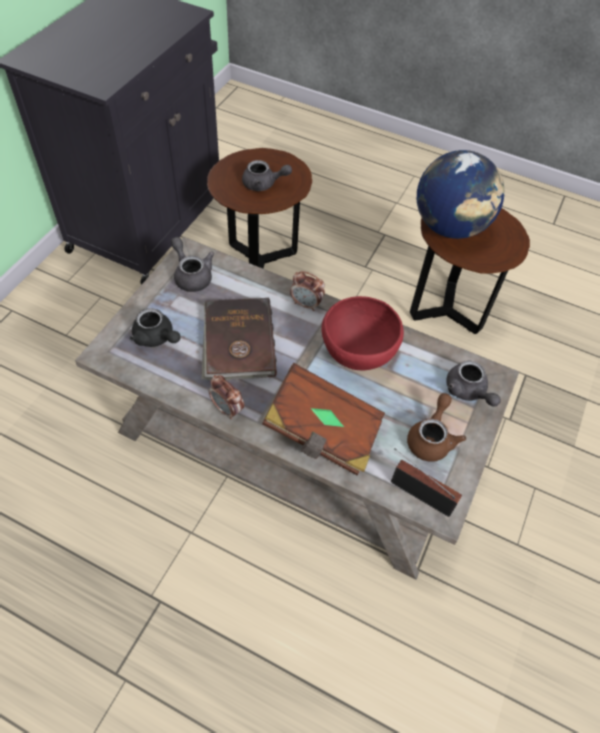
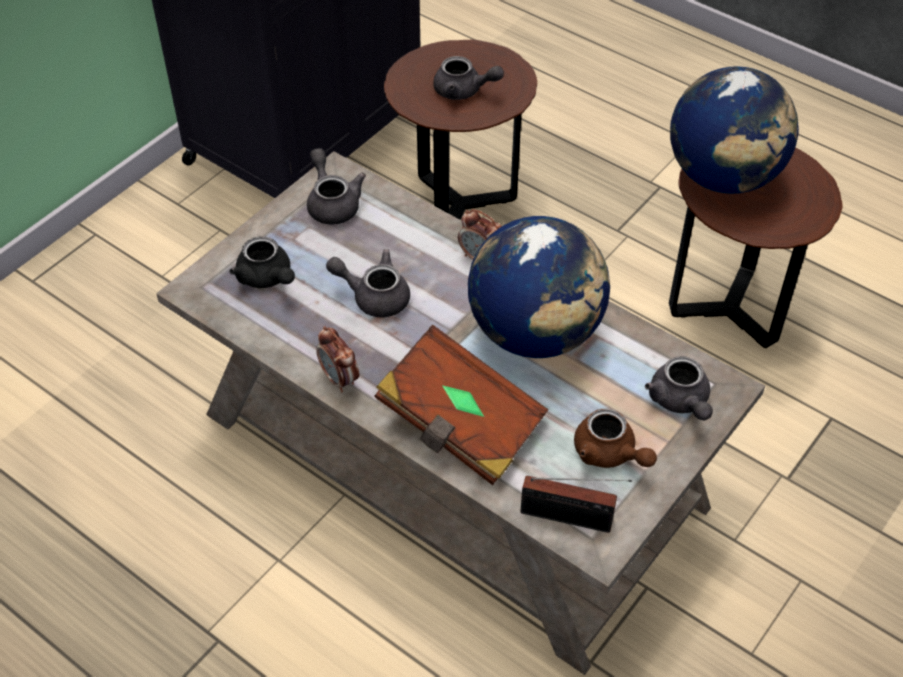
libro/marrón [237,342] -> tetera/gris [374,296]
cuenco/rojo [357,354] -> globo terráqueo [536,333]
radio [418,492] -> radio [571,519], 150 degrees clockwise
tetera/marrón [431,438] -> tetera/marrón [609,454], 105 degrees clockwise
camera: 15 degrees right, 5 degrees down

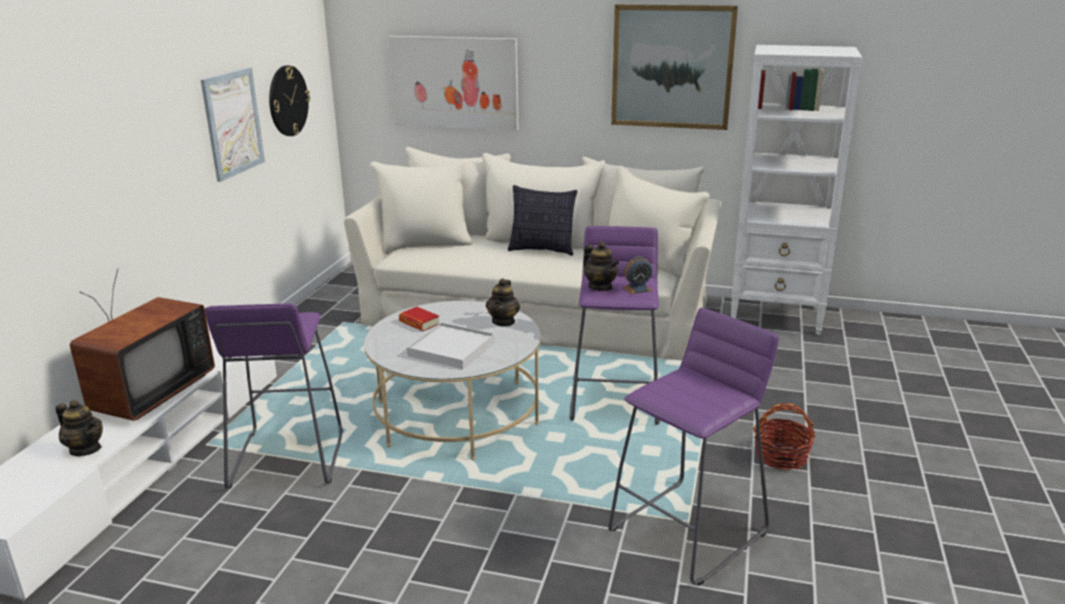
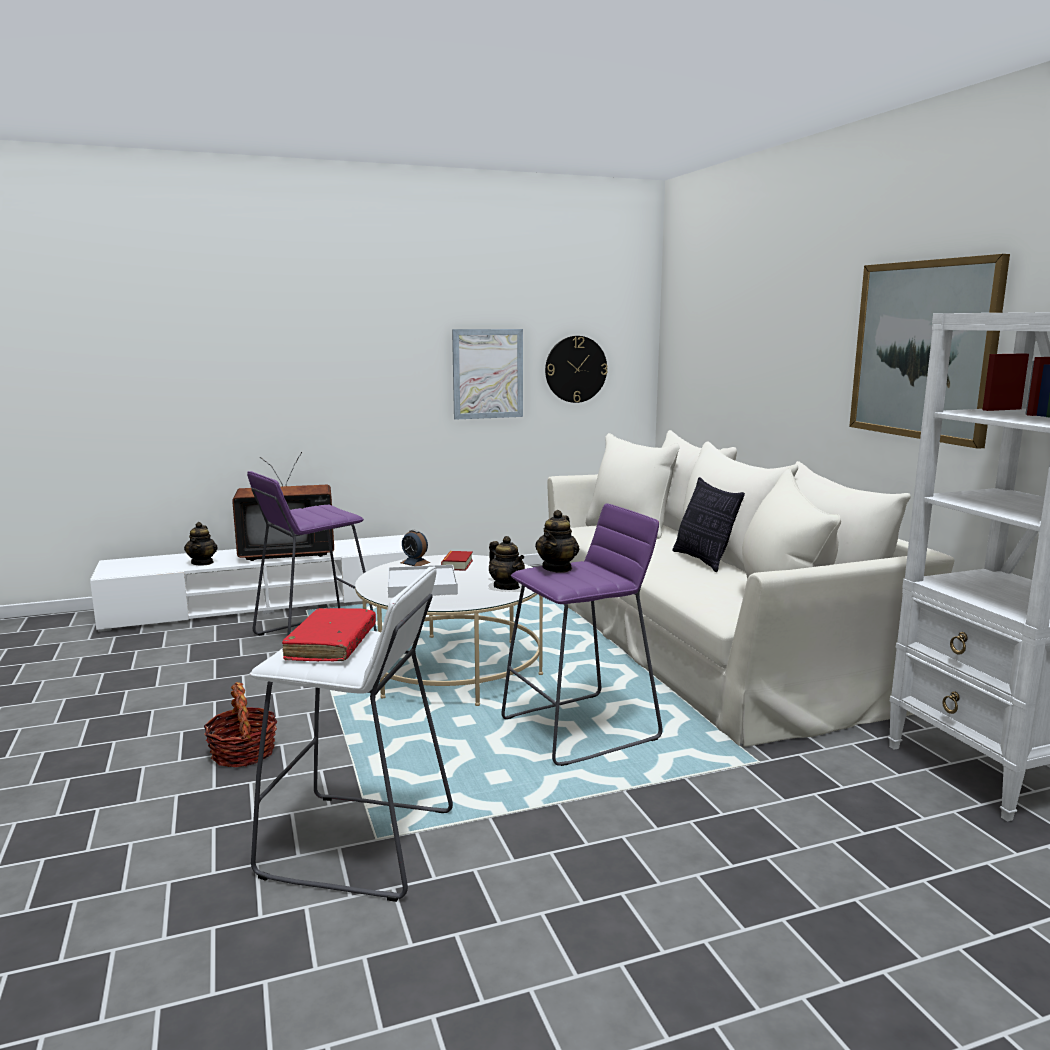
cuadro [454,82] -> none
tetera [503,321] -> tetera [506,586], 105 degrees counterclockwise
taburete/morado [689,531] -> taburete/blanco [359,845]
despertador [637,289] -> despertador [415,562], moved
cesta [781,456] -> cesta [243,753], moved
none -> libro/rojo [331,645]
camera: 55 degrees right, 10 degrees down

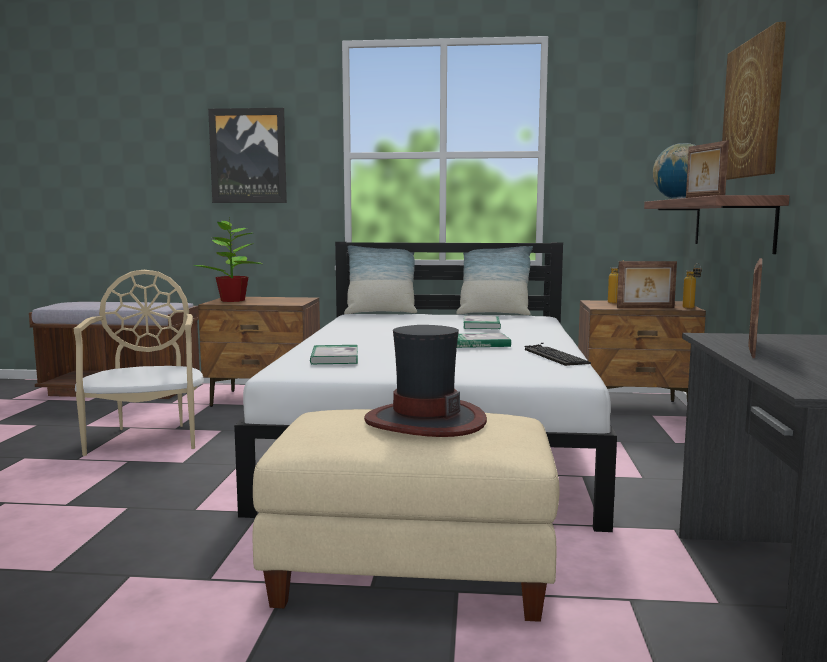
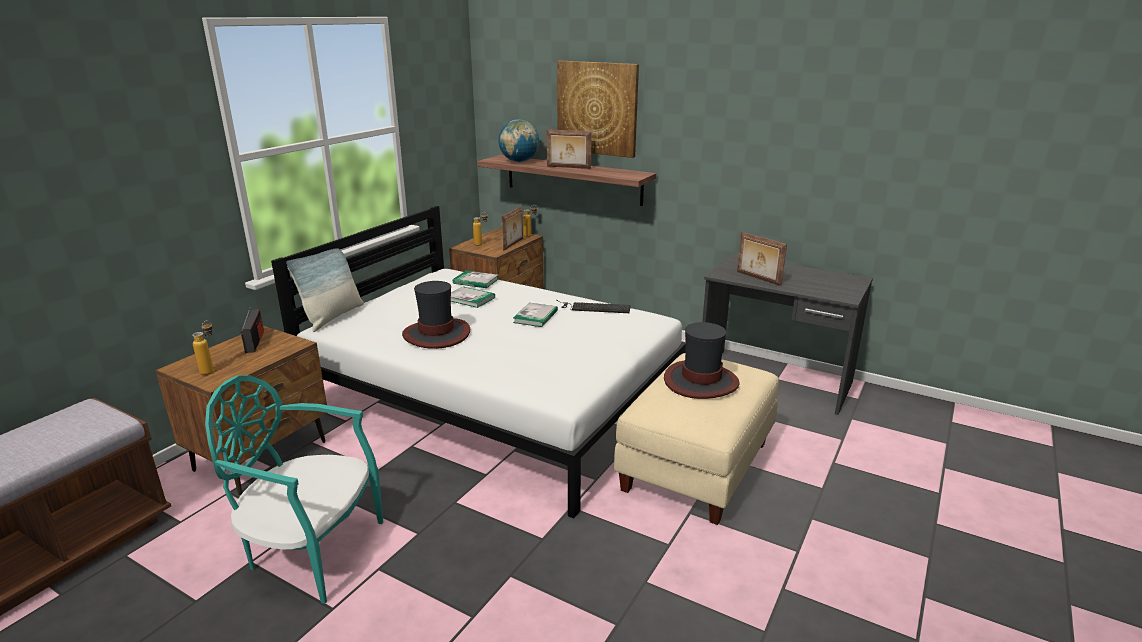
silla/beis [146,438] -> silla/turquesa [312,551]
planta en maceta [232,300] -> botella [211,370]
cuadro [248,156] -> none
libro [334,358] -> libro [476,281], moved
cojín [493,314] -> none
none -> radio [255,341]
none -> sombrero [437,334]
camera: 65 degrees left, 15 degrees up

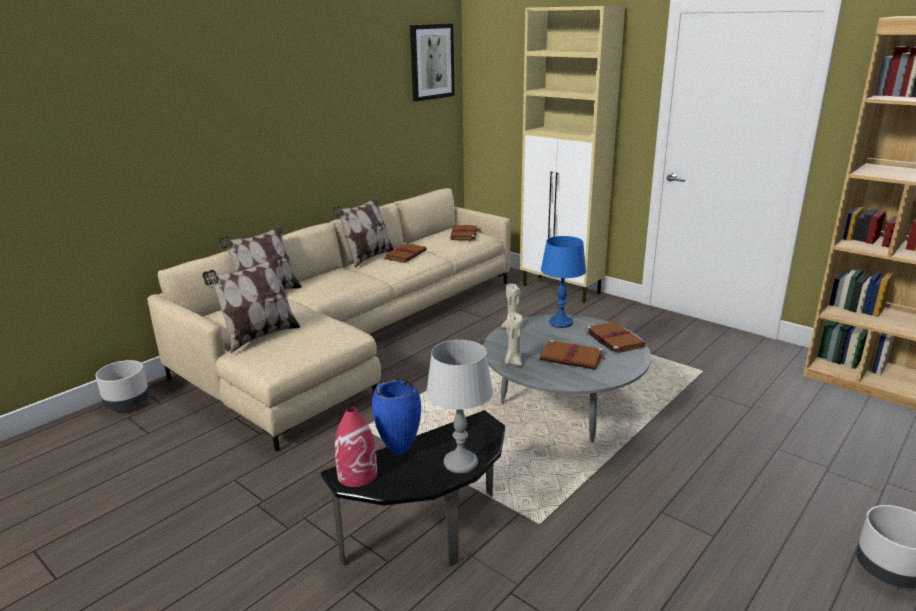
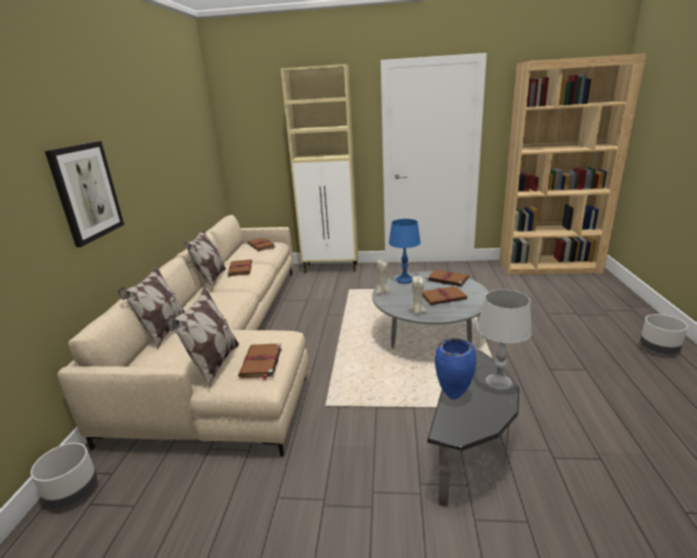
florero/rojo [357,474] -> none
cuadro [431,62] -> cuadro [86,192], moved
none -> libro/marrón [261,363]
camera: 35 degrees left, 0 degrees up

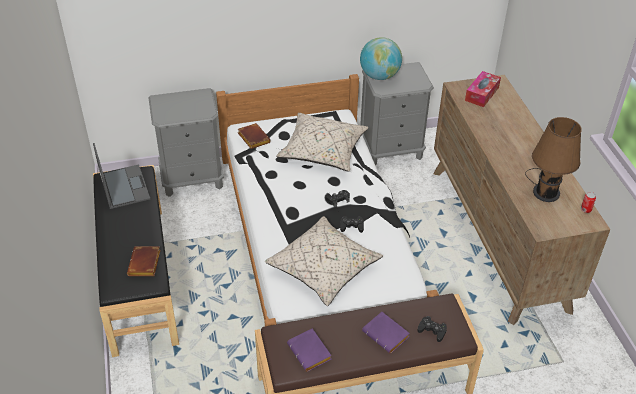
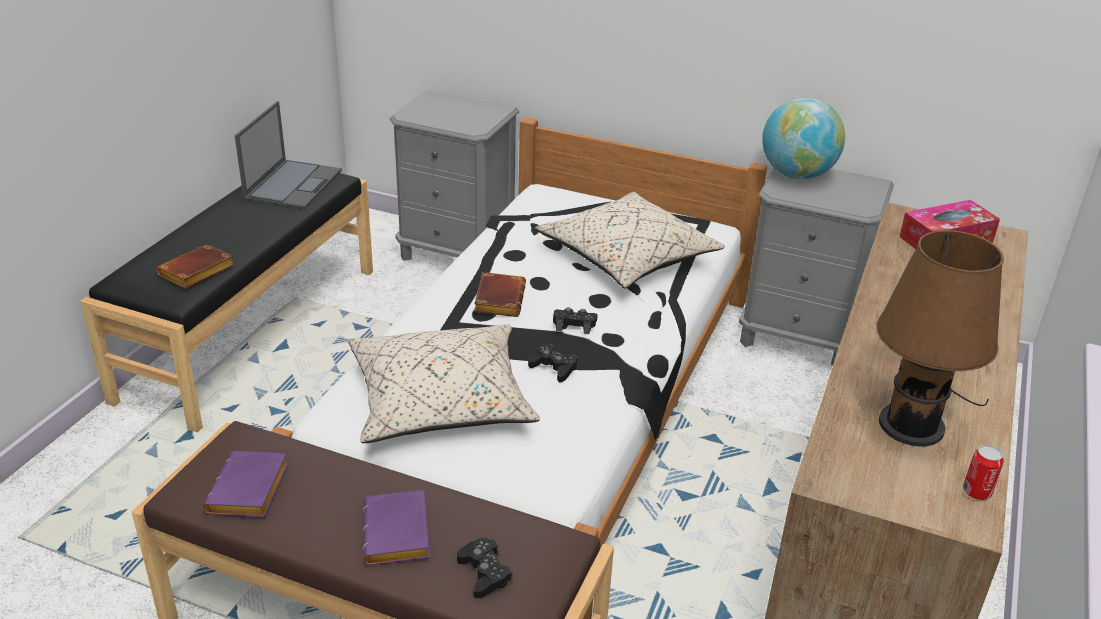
libro/marrón [252,138] -> libro/marrón [498,299], moved
camera: 35 degrees right, 10 degrees down

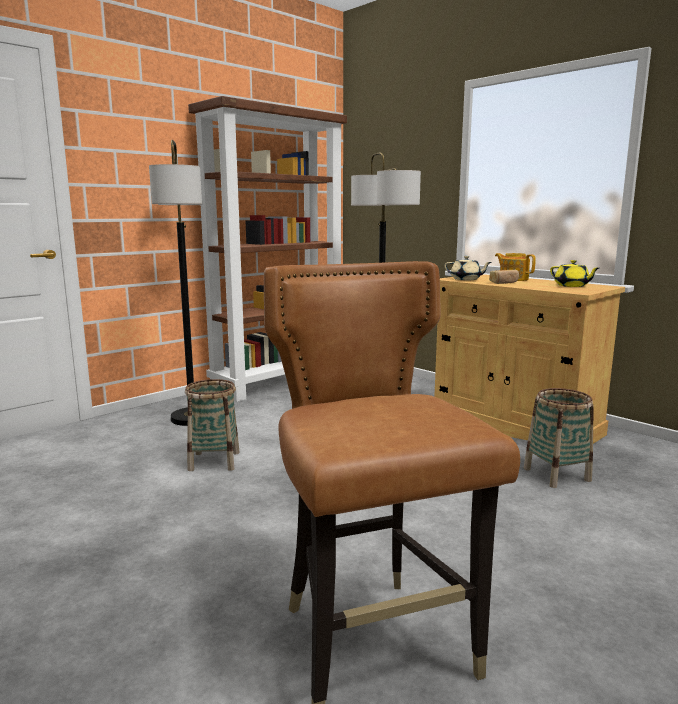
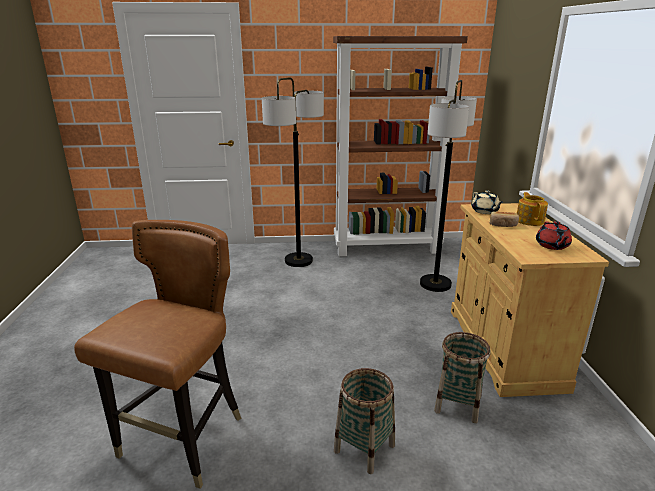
cesta [214,461] -> cesta [364,448], moved
tetera/amarillo [572,286] -> tetera/rojo [552,246]
camera: 40 degrees right, 10 degrees up

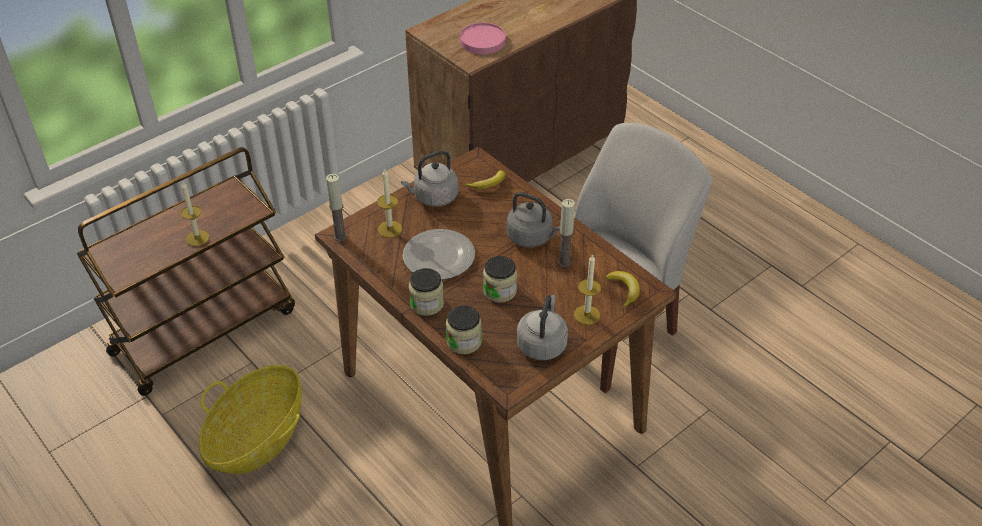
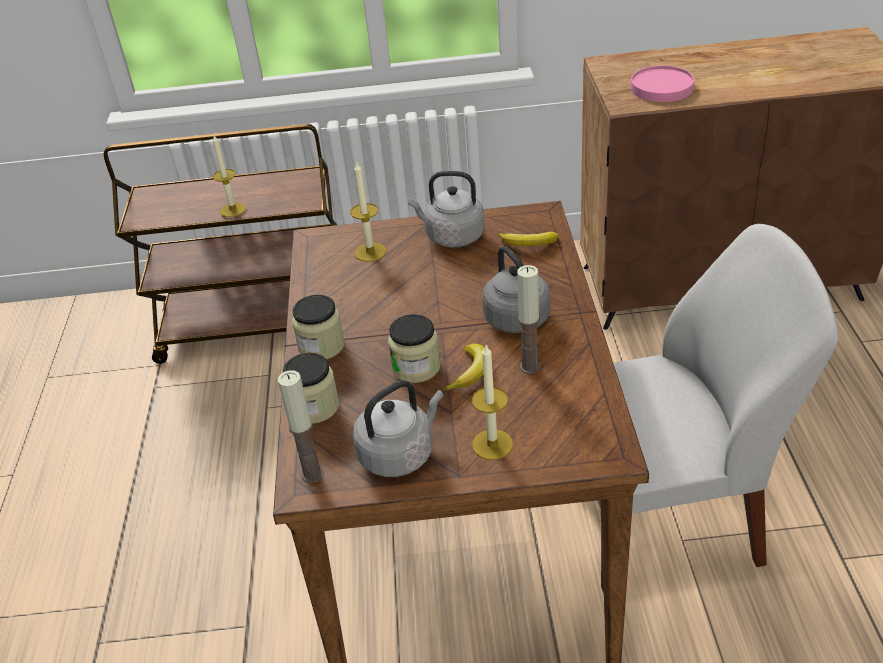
cesta [257,438] -> none
vela [340,236] -> vela [312,474], moved
plato [439,256] -> none
plátano [624,291] -> plátano [470,372], moved
camera: 40 degrees right, 5 degrees down

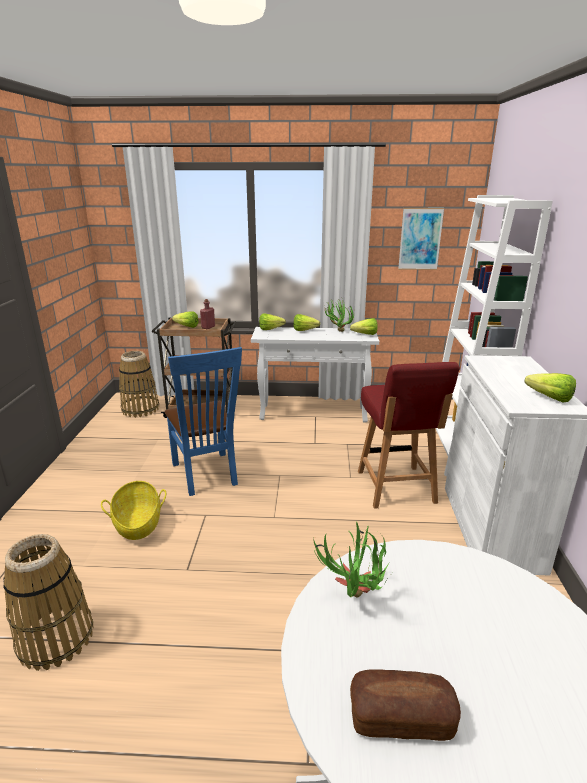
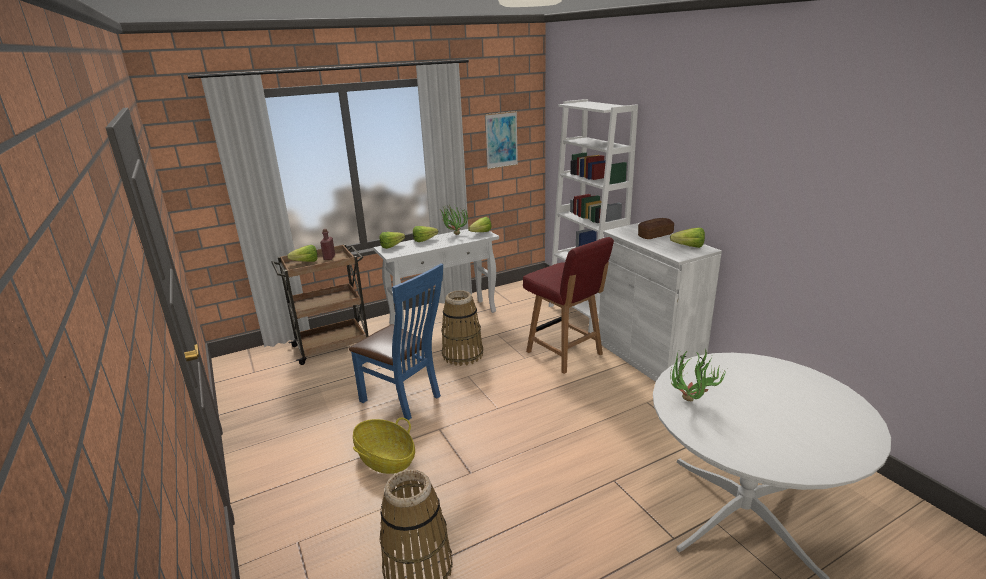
cesta [140,409] -> cesta [462,354], moved
pan [401,718] -> pan [655,235], moved
camera: 30 degrees left, 0 degrees up

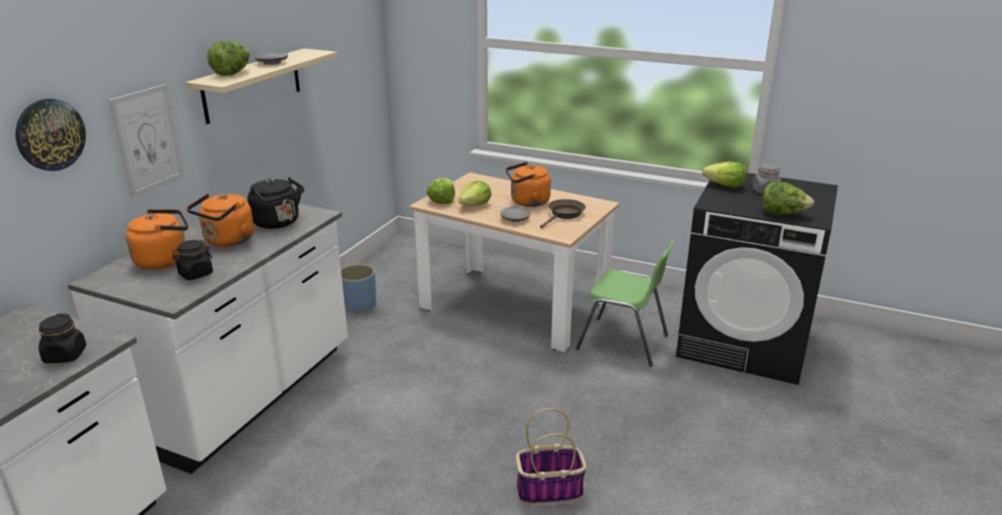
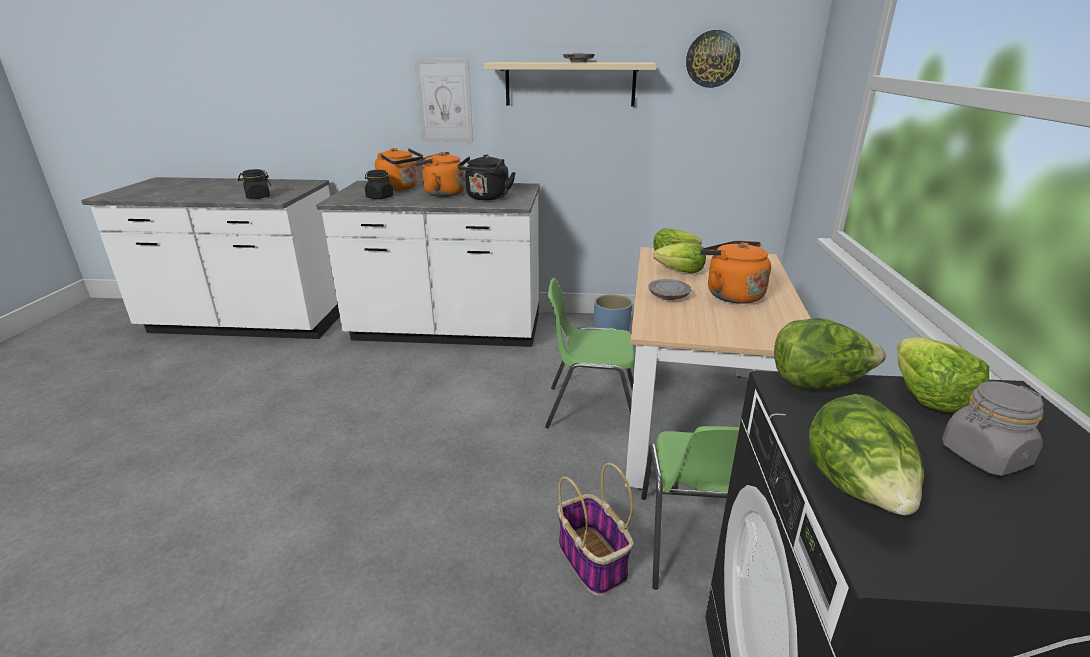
reloj de pared [50,134] -> reloj de pared [712,59], moved
lechuga [232,73] -> lechuga [818,383], moved
cesta [550,489] -> cesta [593,561], moved
sartén/marrón [564,215] -> none
none -> silla/verde [590,409]
camera: 70 degrees right, 0 degrees up

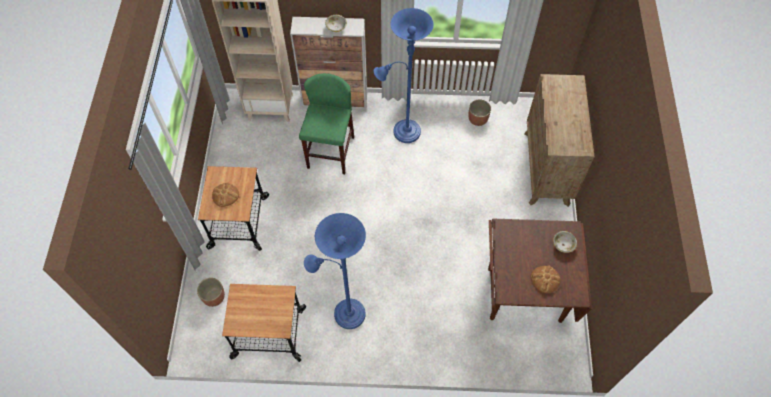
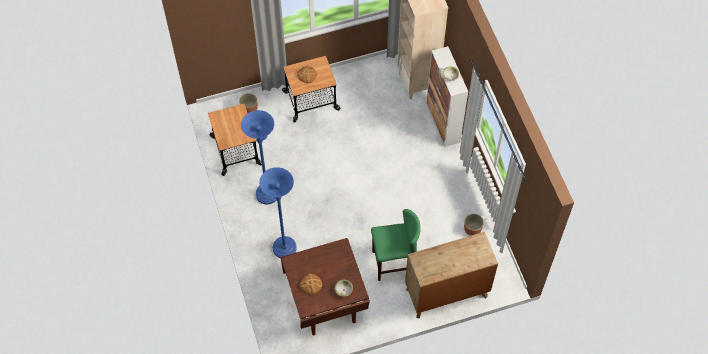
taburete/verde [330,152] -> taburete/verde [394,263], moved
lámpara de pie/azul [403,132] -> lámpara de pie/azul [283,245], moved
camera: 70 degrees right, 0 degrees up

